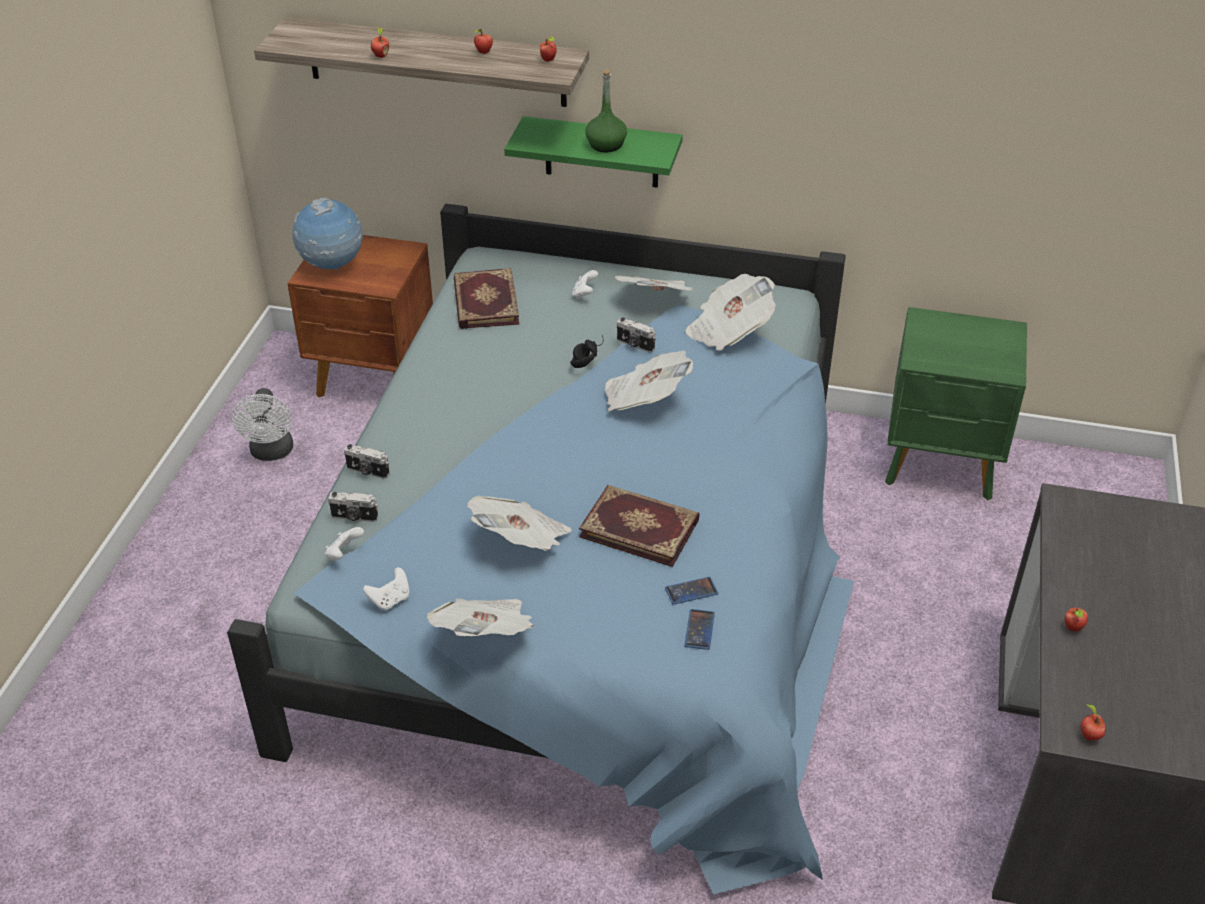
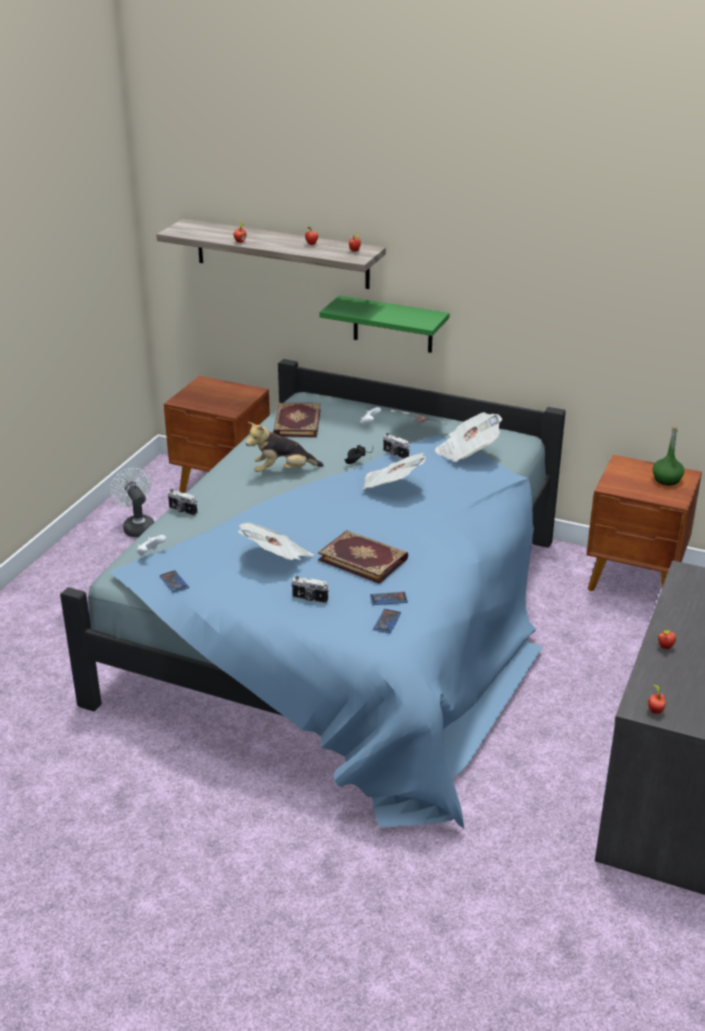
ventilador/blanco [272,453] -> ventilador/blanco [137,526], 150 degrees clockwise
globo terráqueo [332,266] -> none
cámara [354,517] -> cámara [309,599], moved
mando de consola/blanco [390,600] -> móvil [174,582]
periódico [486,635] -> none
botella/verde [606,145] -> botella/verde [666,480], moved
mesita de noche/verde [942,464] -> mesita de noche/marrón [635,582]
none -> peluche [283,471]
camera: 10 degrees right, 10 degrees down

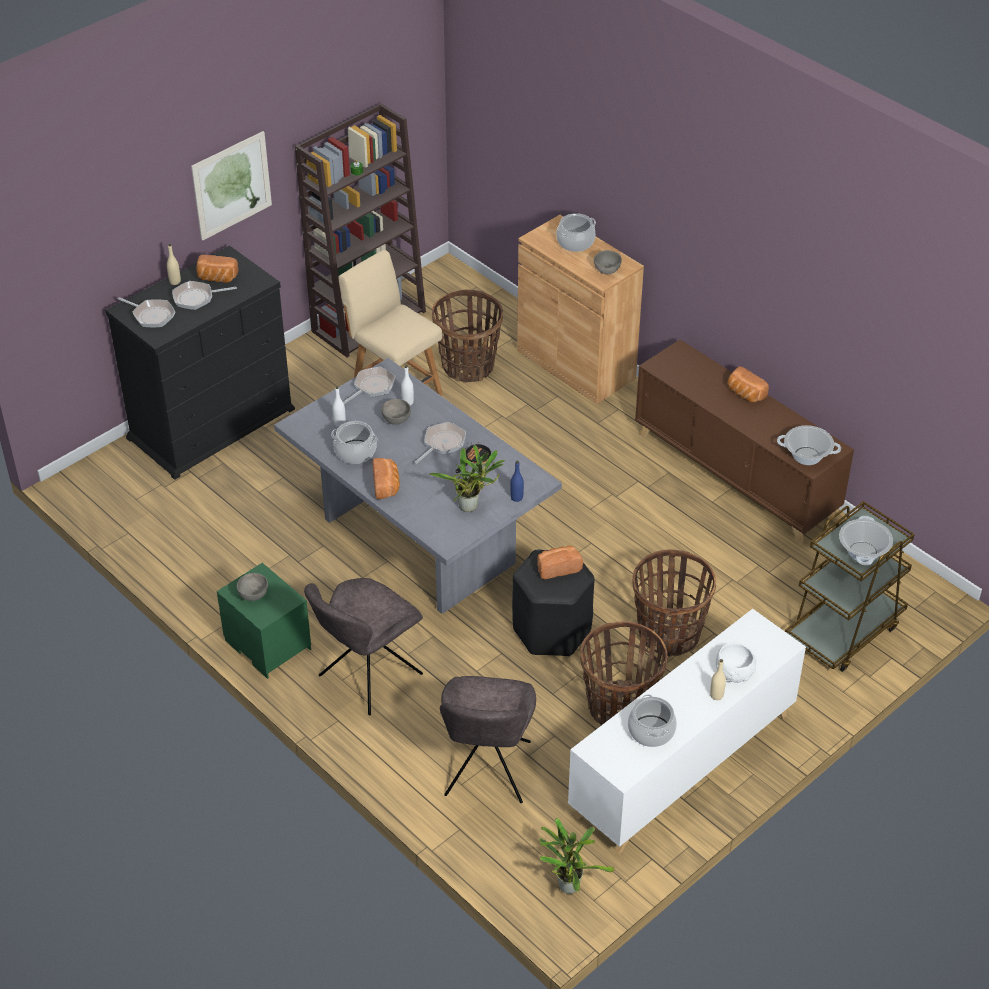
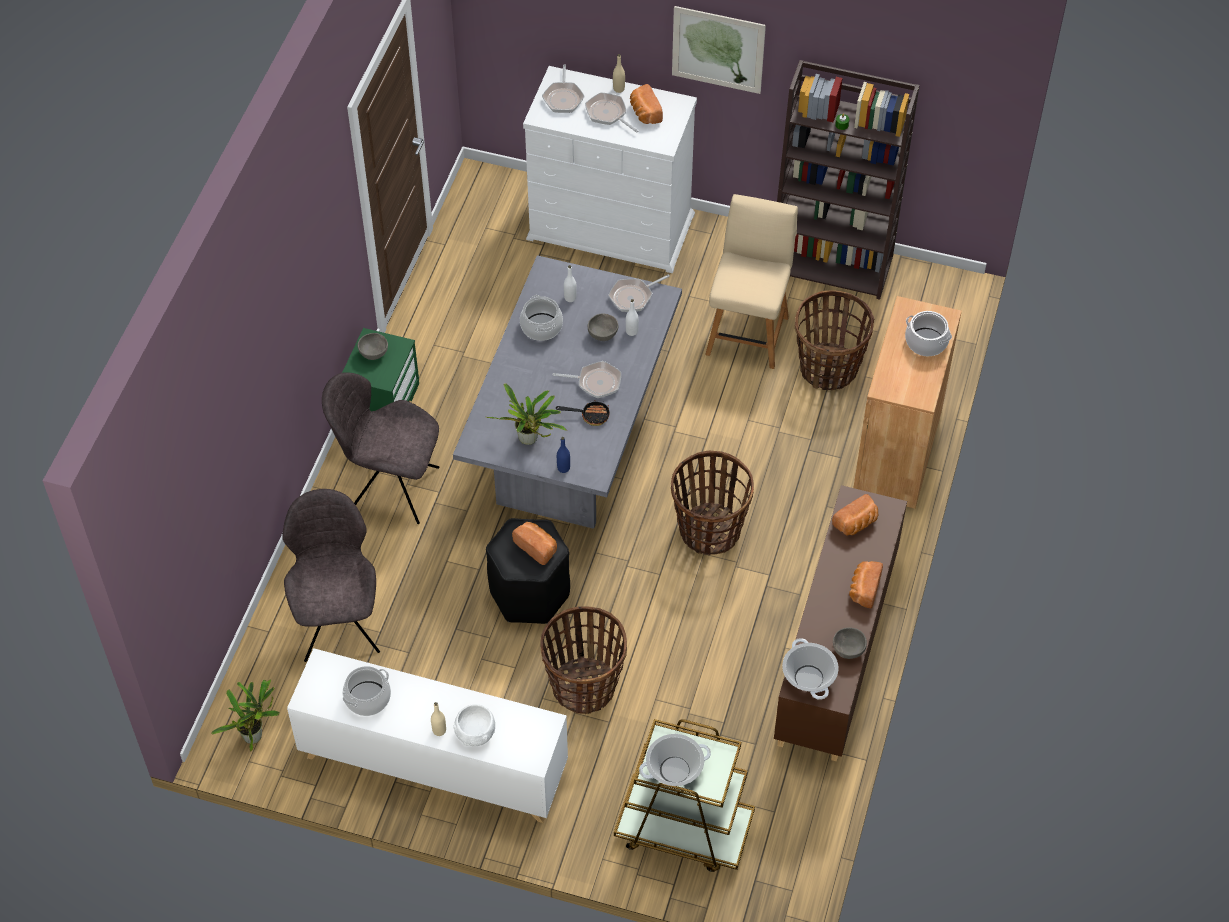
cómoda/negro [212,423] -> cómoda/blanco [611,227]
sartén [372,387] -> sartén [633,297], 135 degrees clockwise
pan [386,486] -> pan [856,524], moved
silla/gris [487,772] -> silla/gris [339,622], 105 degrees clockwise
cesta [619,708] -> cesta [709,530], moved
cuenco/gris [606,270] -> cuenco/gris [848,650], moved
camera: 60 degrees right, 10 degrees up

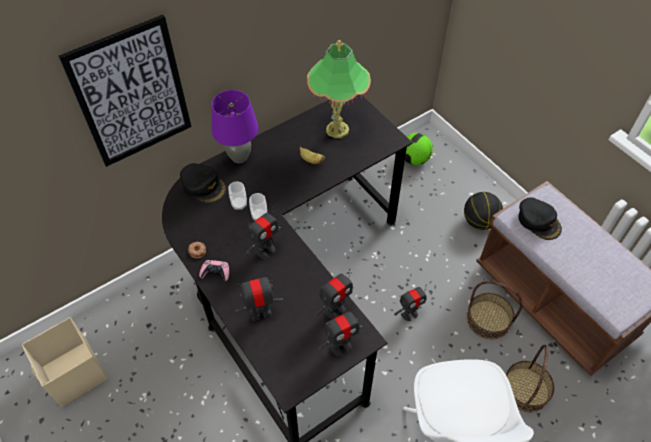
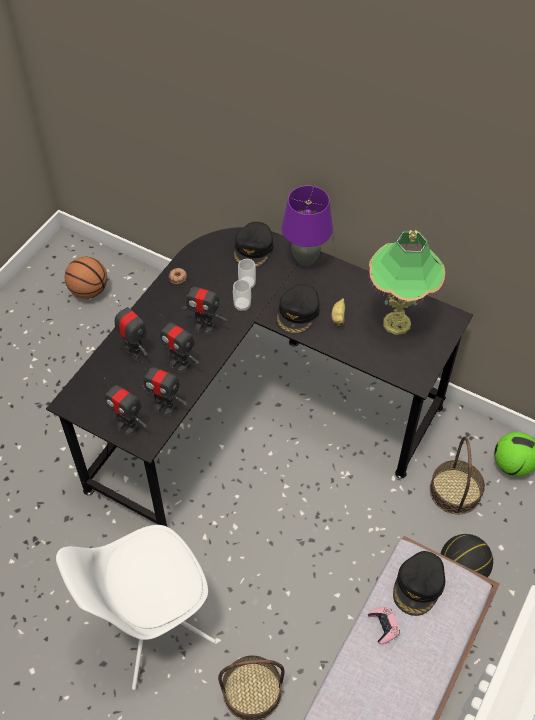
caja de almacenaje/beis [75,374] -> balón de baloncesto [89,291]
cuadro [131,94] -> none
mando de consola/rosa [215,272] -> mando de consola/rosa [383,626], moved
robot de juguete [409,314] -> robot de juguete [180,364], moved
cesta [488,319] -> cesta [455,491], moved
none -> gorra/negro [298,313]
camera: 65 degrees right, 0 degrees up

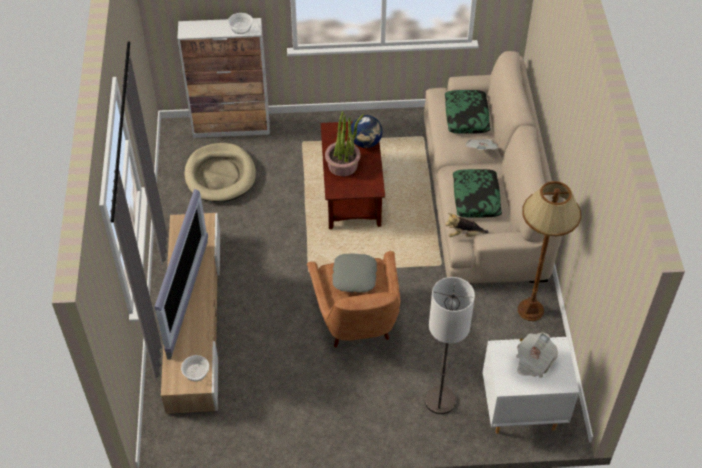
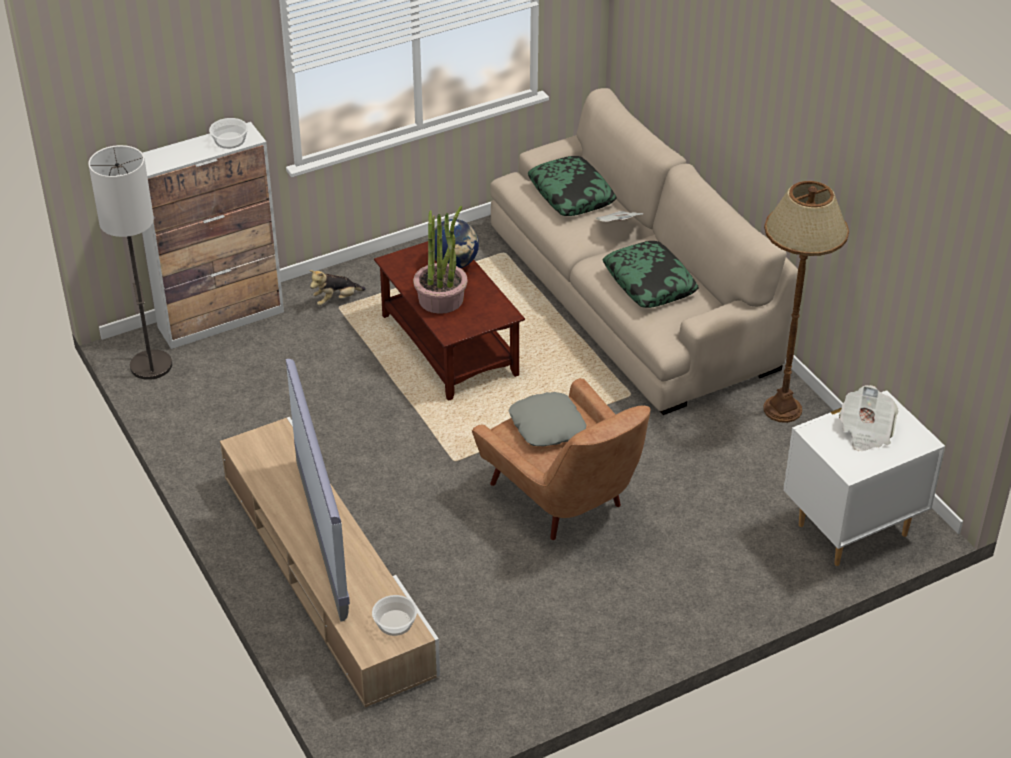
cama para perro/beis [220,175] -> none
lámpara de pie [440,400] -> lámpara de pie [151,365], moved
peluche [464,234] -> peluche [336,300], moved
camera: 25 degrees left, 10 degrees down

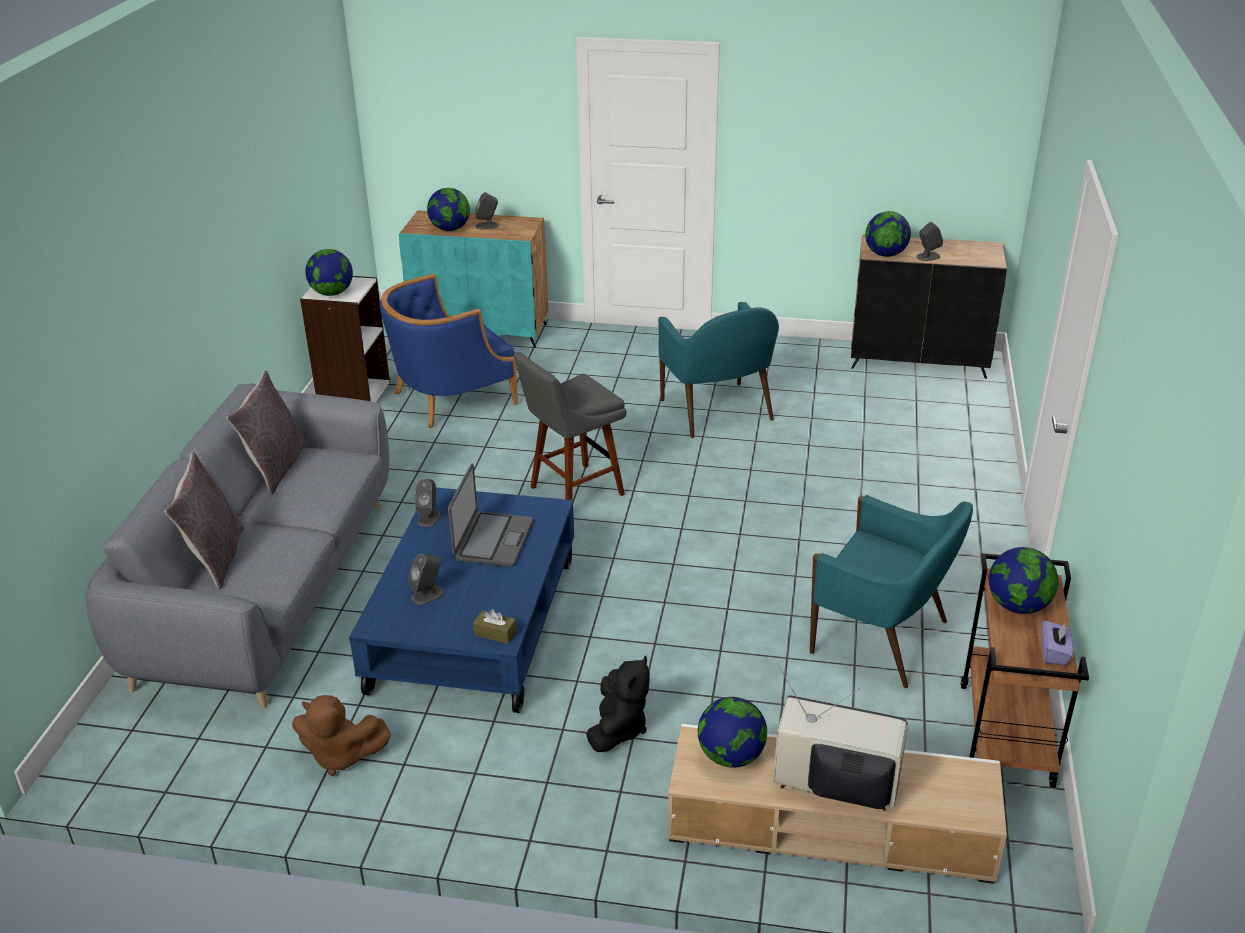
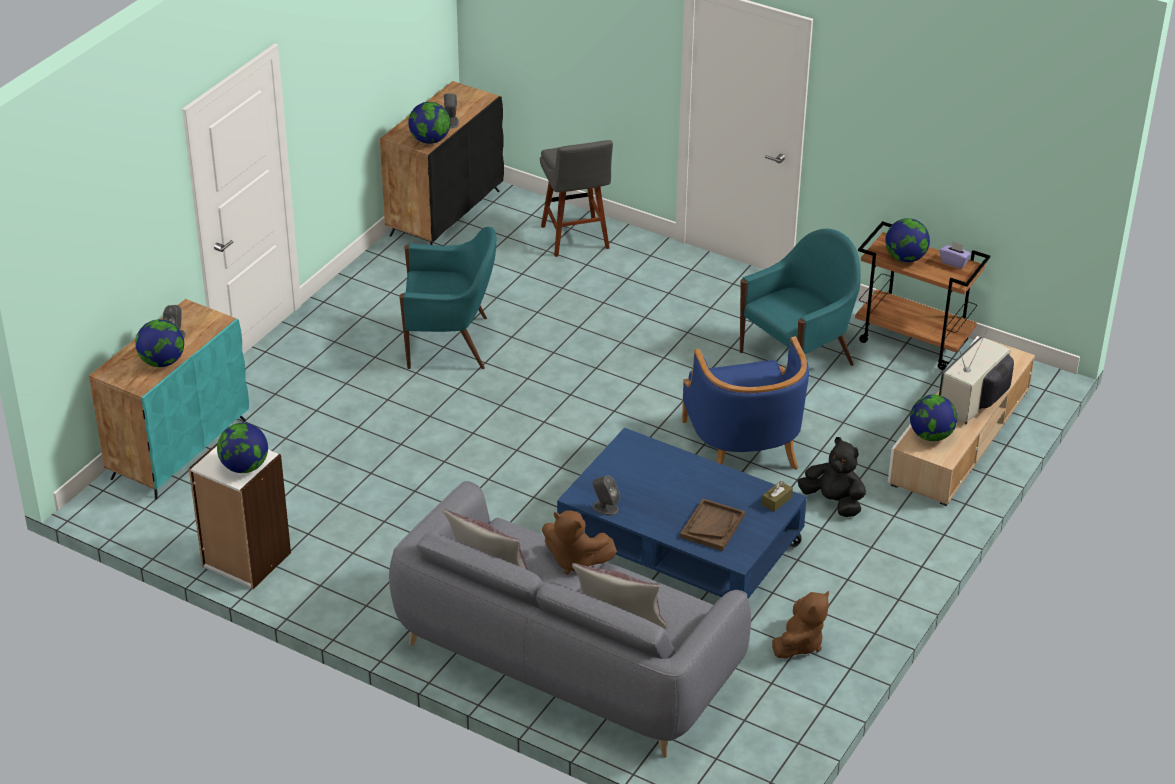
sillón/azul [451,397] -> sillón/azul [743,446], moved
altavoz/gris [427,595] -> bandeja/marrón [712,526]
portátil [492,540] -> none
taburete/gris [572,492] -> taburete/gris [576,239], moved
none -> peluche/marrón [575,560]
camera: 70 degrees left, 5 degrees up

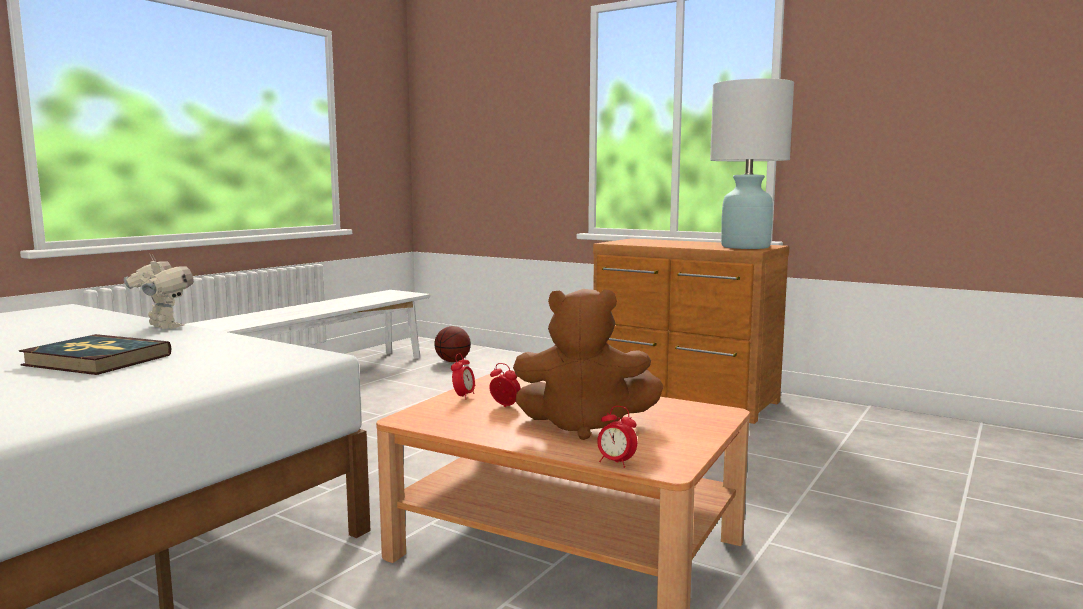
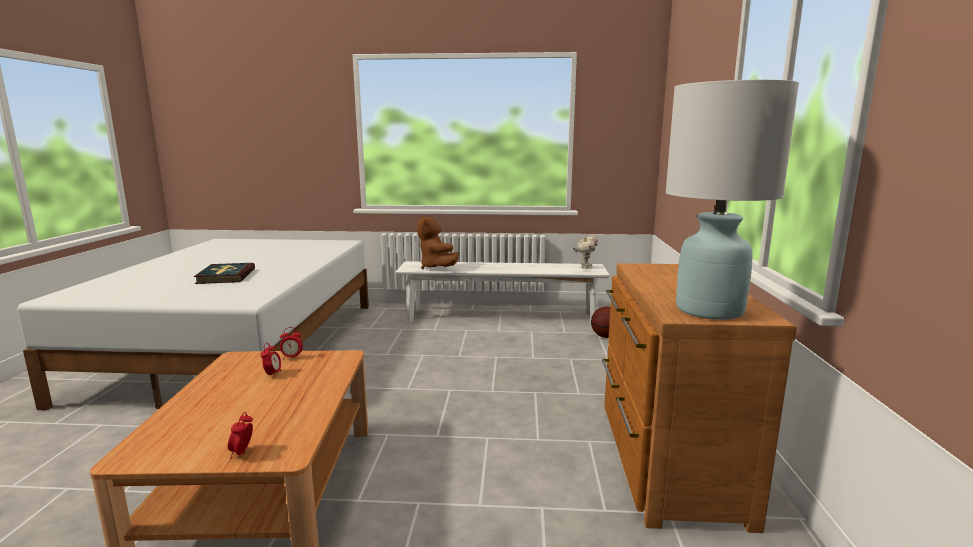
robot de juguete [163,327] -> robot de juguete [585,267], moved
peluche/marrón [584,425] -> peluche/marrón [437,267], moved
despertador [616,462] -> despertador [242,453], moved
camera: 60 degrees right, 5 degrees up

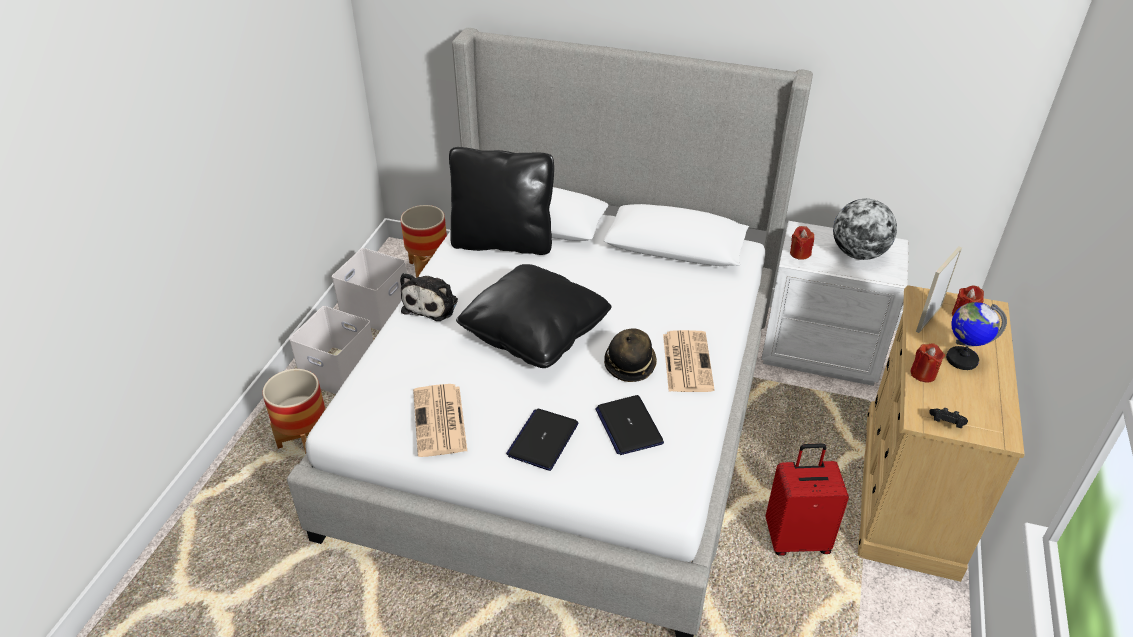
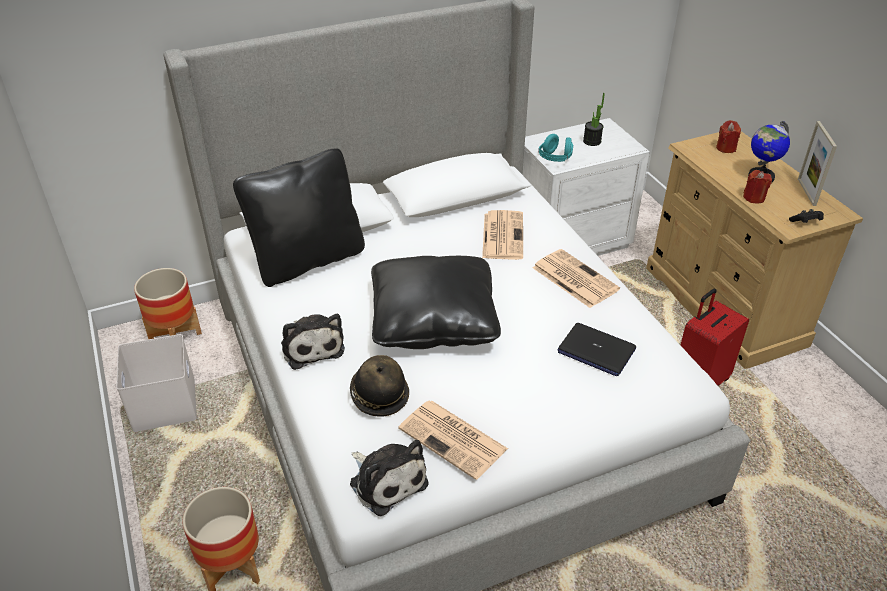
caja de almacenaje/blanco [341,372] -> none
portátil [543,440] -> none
sombrero [629,364] -> sombrero [379,395], moved
vela/rojo [799,253] -> auriculares/turquesa [555,159]
globo terráqueo [858,254] -> planta en maceta [592,141]
portarretratos [928,319] -> portarretratos [806,192], moved
none -> peluche [386,481]
none -> periódico [502,235]
camera: 40 degrees left, 0 degrees up

